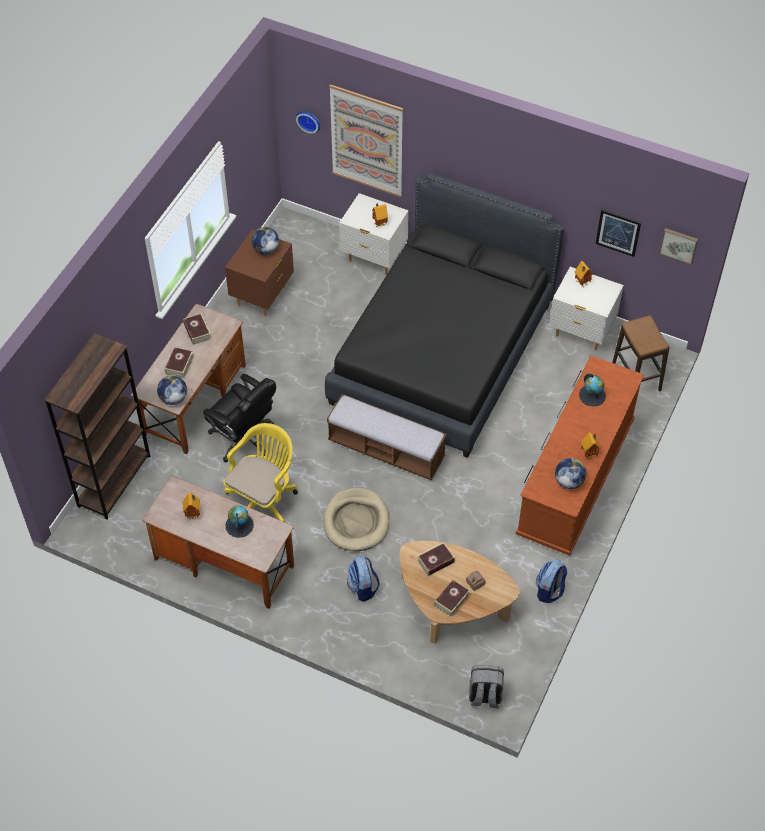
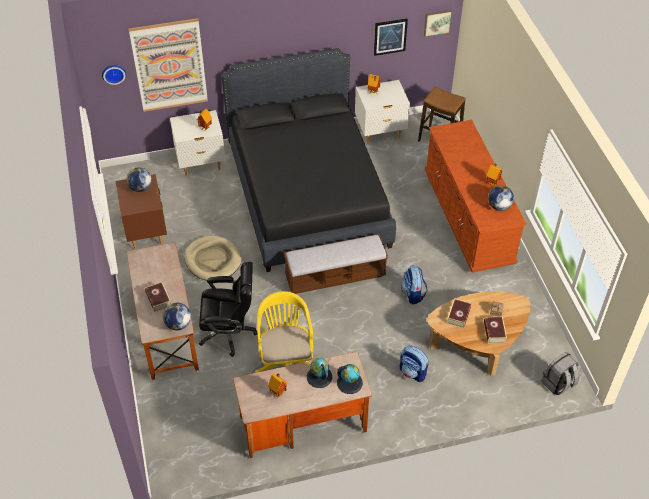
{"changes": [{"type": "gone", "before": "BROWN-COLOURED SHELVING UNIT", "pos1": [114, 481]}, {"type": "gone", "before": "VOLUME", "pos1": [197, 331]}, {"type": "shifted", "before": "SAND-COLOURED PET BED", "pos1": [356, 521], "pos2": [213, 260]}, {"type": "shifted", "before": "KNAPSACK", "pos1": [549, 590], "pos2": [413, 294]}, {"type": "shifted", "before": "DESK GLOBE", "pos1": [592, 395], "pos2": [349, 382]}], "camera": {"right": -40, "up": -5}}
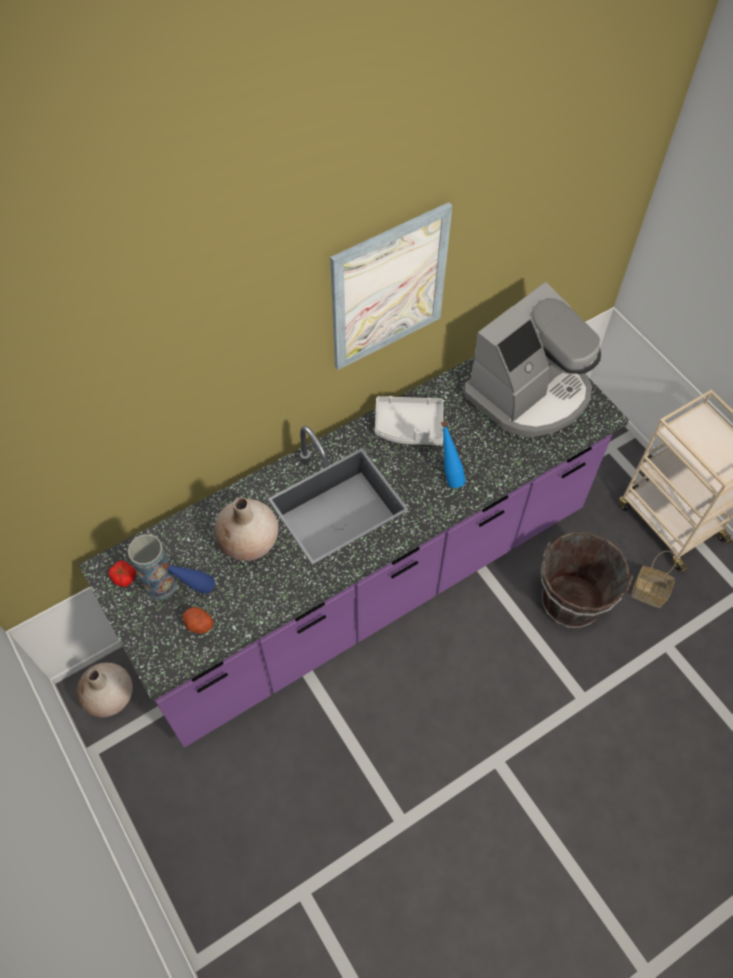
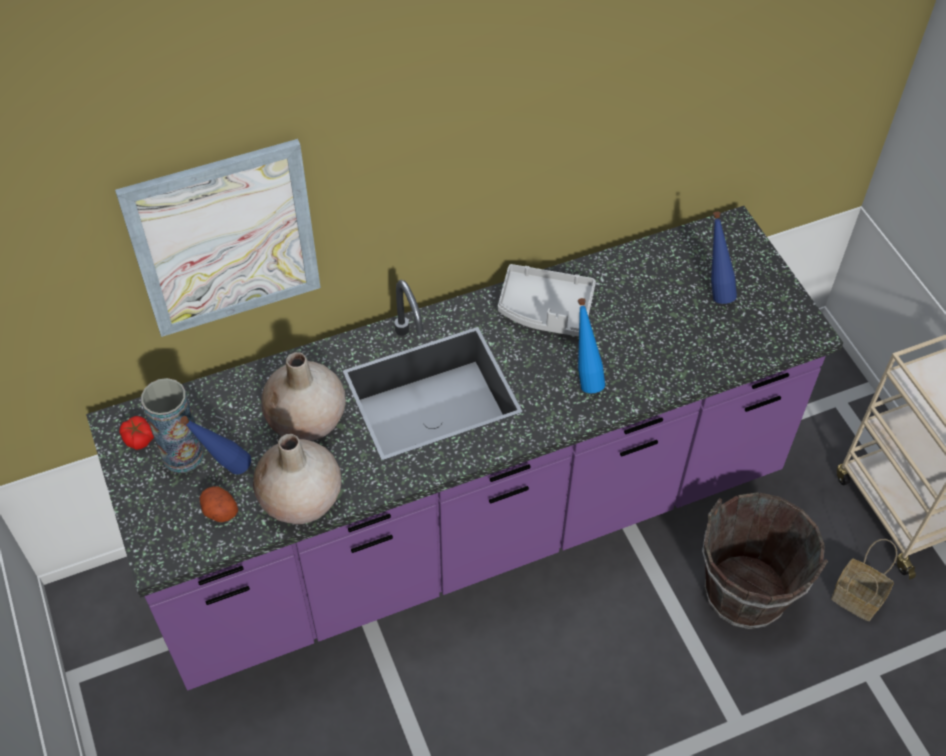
{"changes": [{"type": "shifted", "before": "SAND-COLOURED VASE", "pos1": [110, 696], "pos2": [301, 499]}, {"type": "shifted", "before": "WALL ART", "pos1": [388, 288], "pos2": [225, 240]}, {"type": "swapped", "before": "COFFEE MAKER", "after": "BLUE-COLOURED BOTTLE", "pos1": [529, 393], "pos2": [715, 290]}], "camera": {"right": 10, "up": -5}}
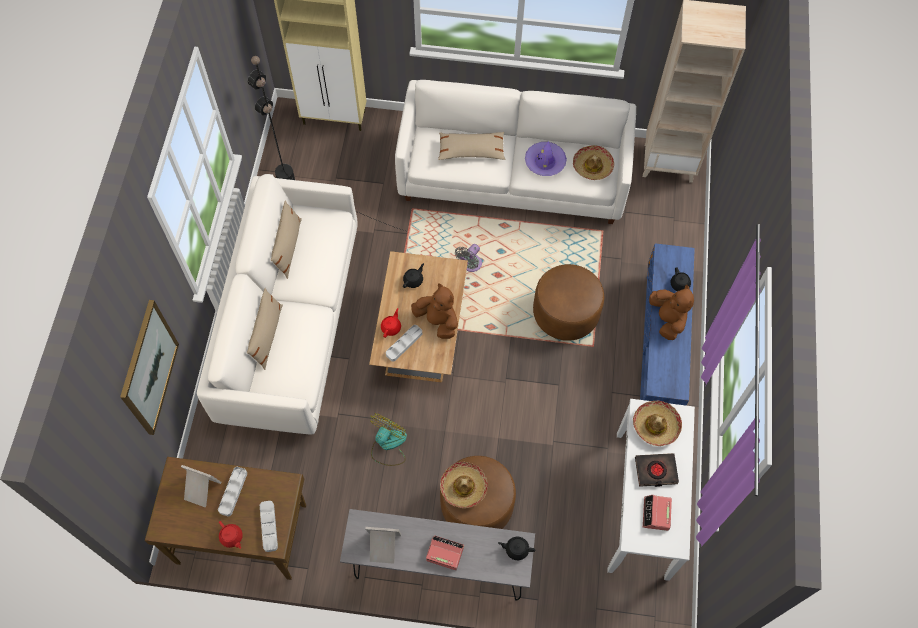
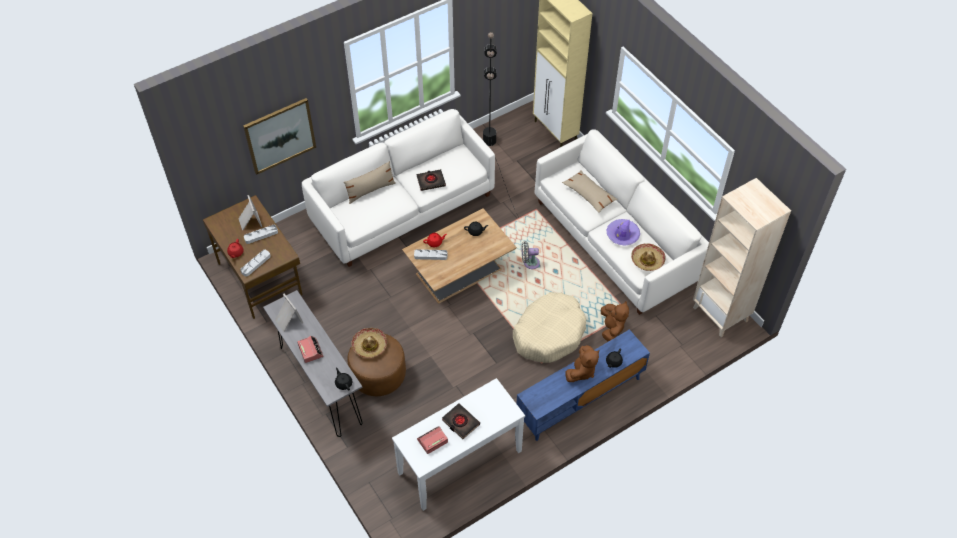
{"changes": [{"type": "gone", "before": "SAND-COLOURED CUSHION", "pos1": [288, 247]}, {"type": "gone", "before": "FAN", "pos1": [388, 445]}, {"type": "shifted", "before": "BROWN-COLOURED PLUSH TOY", "pos1": [437, 321], "pos2": [612, 328]}, {"type": "swapped", "before": "BROWN-COLOURED FOOTREST", "after": "SAND-COLOURED PET BED", "pos1": [566, 313], "pos2": [549, 333]}, {"type": "gone", "before": "HAT", "pos1": [656, 425]}, {"type": "new", "after": "BLACKISH VOLUME", "pos2": [431, 181]}], "camera": {"right": 50, "up": -10}}
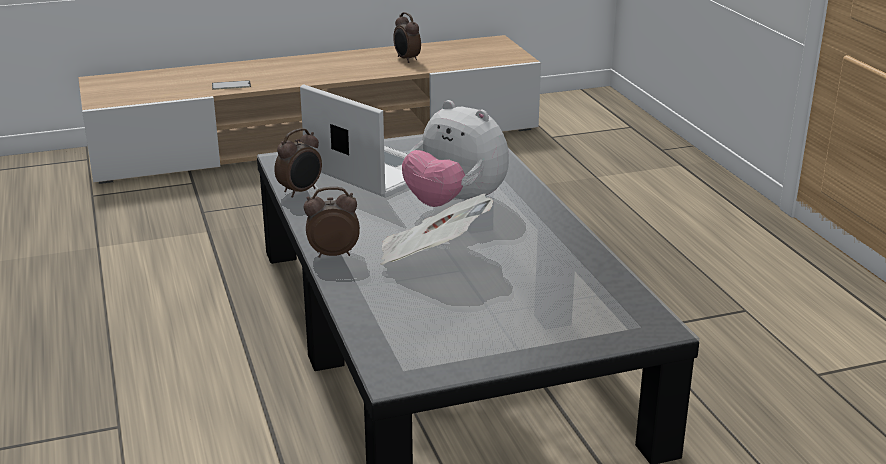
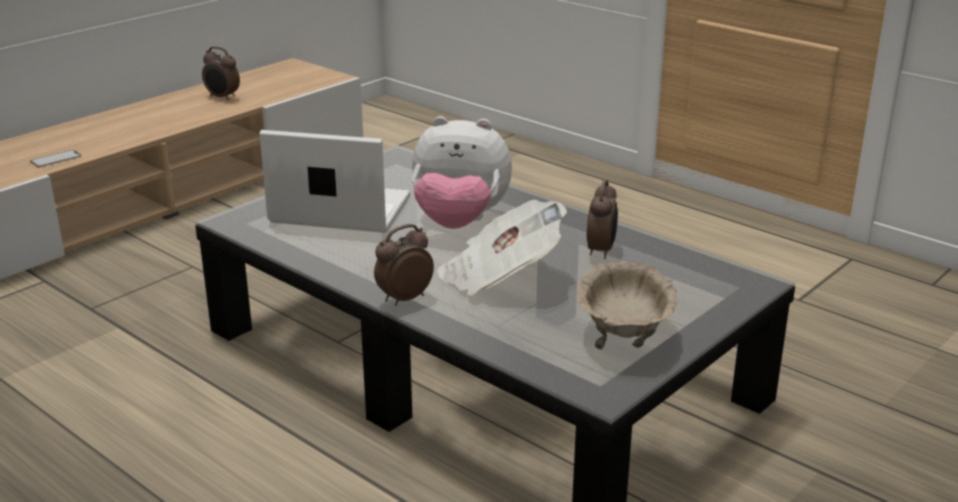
{"changes": [{"type": "shifted", "before": "ALARM CLOCK", "pos1": [301, 191], "pos2": [601, 250]}, {"type": "new", "after": "SAND-COLOURED DEEP DISH", "pos2": [625, 334]}], "camera": {"right": -30, "up": 0}}
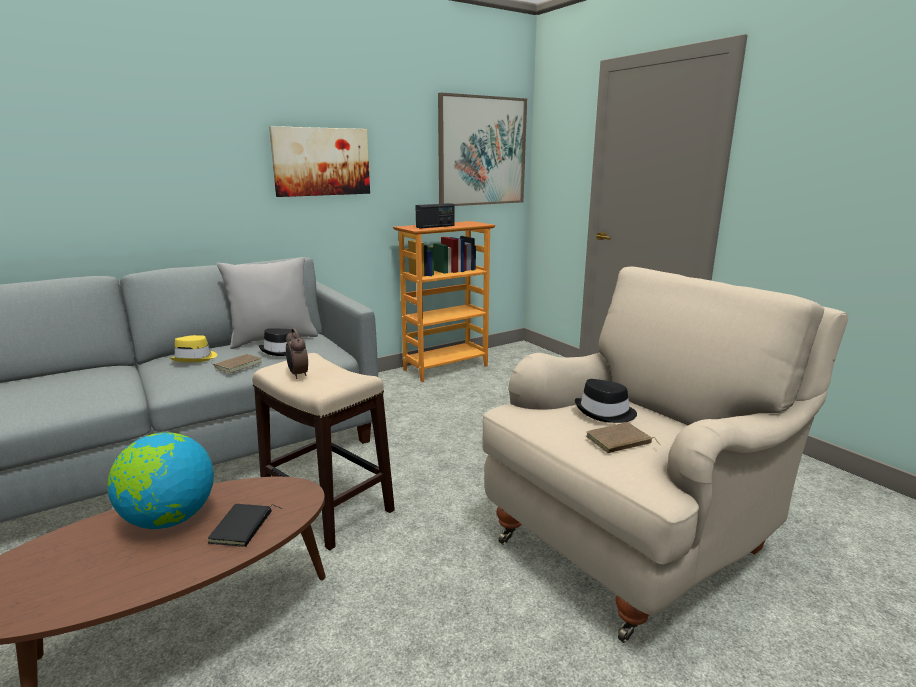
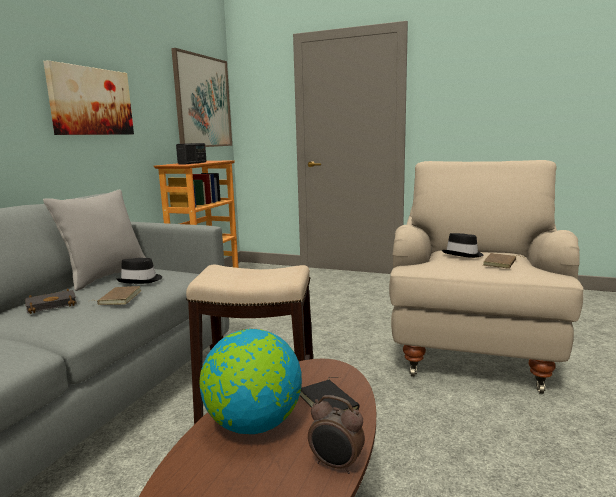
{"changes": [{"type": "swapped", "before": "YELLOW-COLOURED HAT", "after": "BLACKISH VOLUME", "pos1": [195, 358], "pos2": [53, 304]}, {"type": "shifted", "before": "ALARM CLOCK", "pos1": [298, 375], "pos2": [336, 465]}], "camera": {"right": -35, "up": -5}}
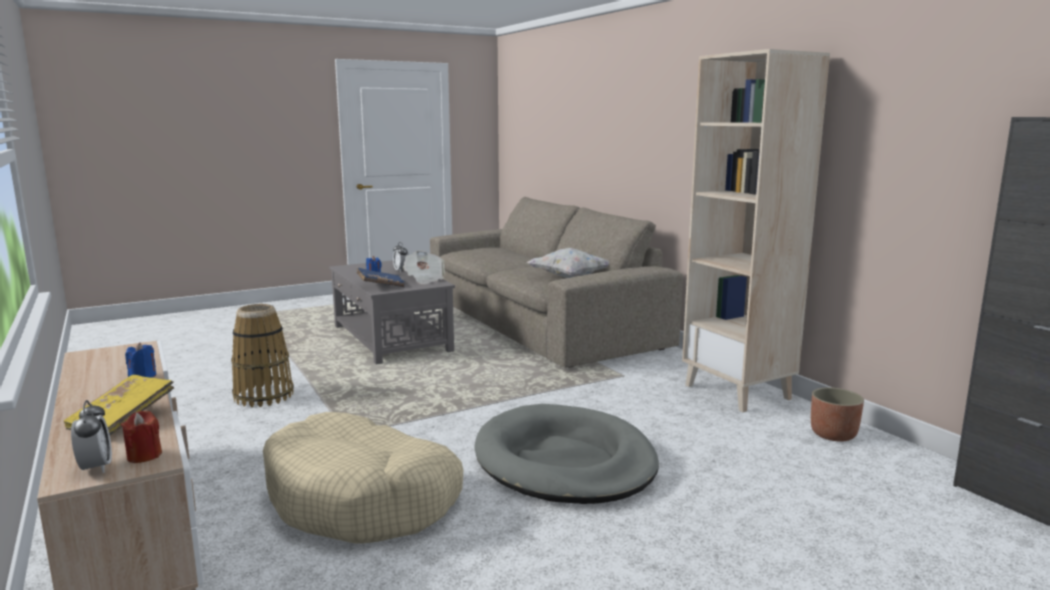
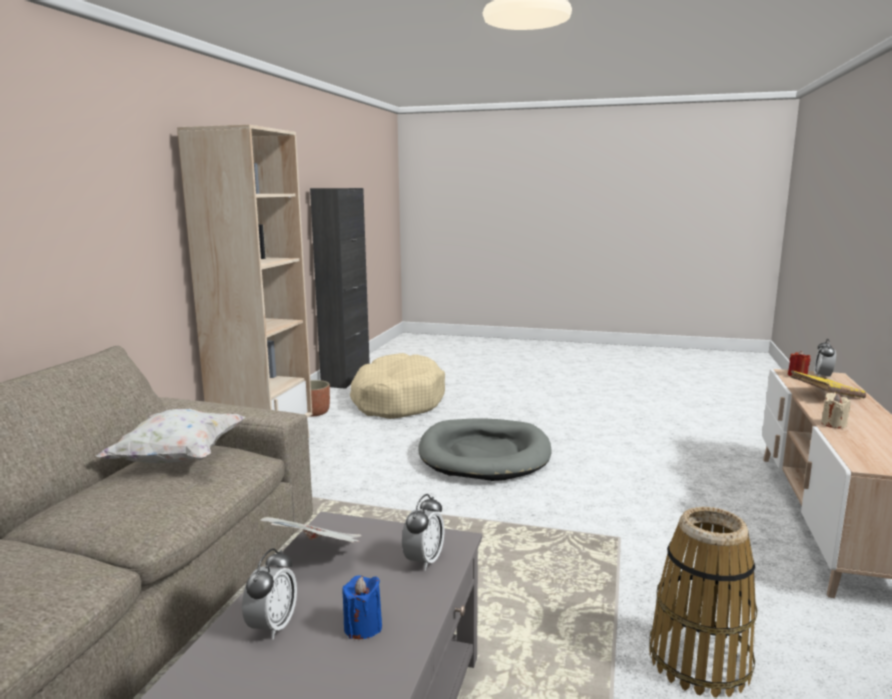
{"changes": [{"type": "repainted", "before": "BLUE-COLOURED CANDLE", "after": "SAND-COLOURED CANDLE", "pos1": [143, 376], "pos2": [833, 424]}, {"type": "shifted", "before": "SAND-COLOURED PET BED", "pos1": [362, 499], "pos2": [397, 401]}, {"type": "swapped", "before": "BLUE-COLOURED VOLUME", "after": "ALARM CLOCK", "pos1": [381, 286], "pos2": [424, 561]}], "camera": {"right": -135, "up": 0}}
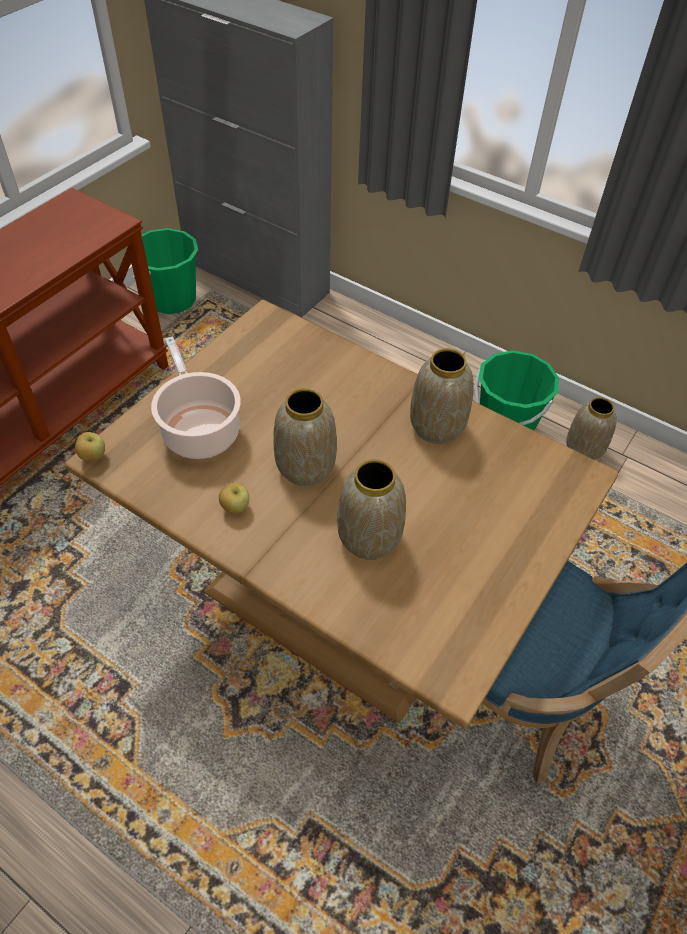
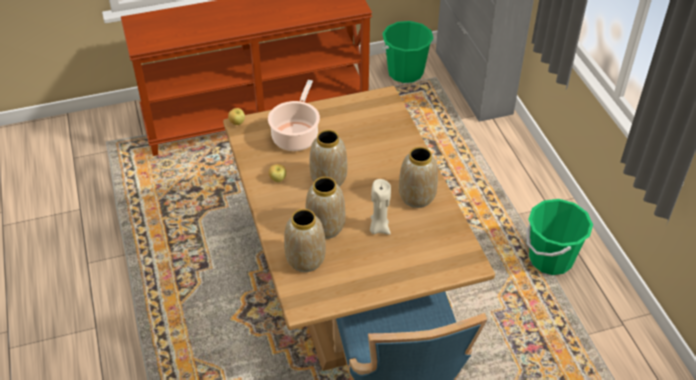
{"changes": [{"type": "shifted", "before": "VASE", "pos1": [583, 450], "pos2": [305, 260]}, {"type": "new", "after": "SAND-COLOURED CANDLE", "pos2": [379, 228]}], "camera": {"right": 40, "up": -5}}
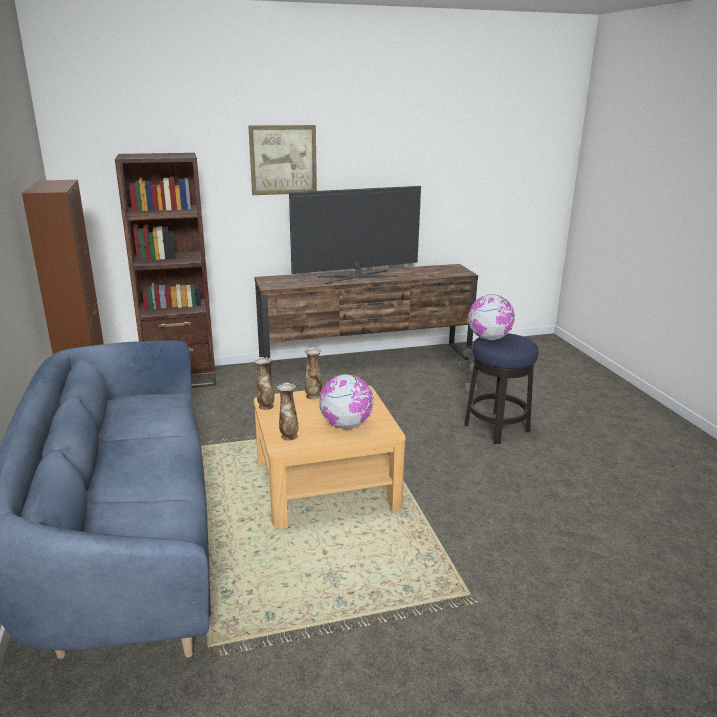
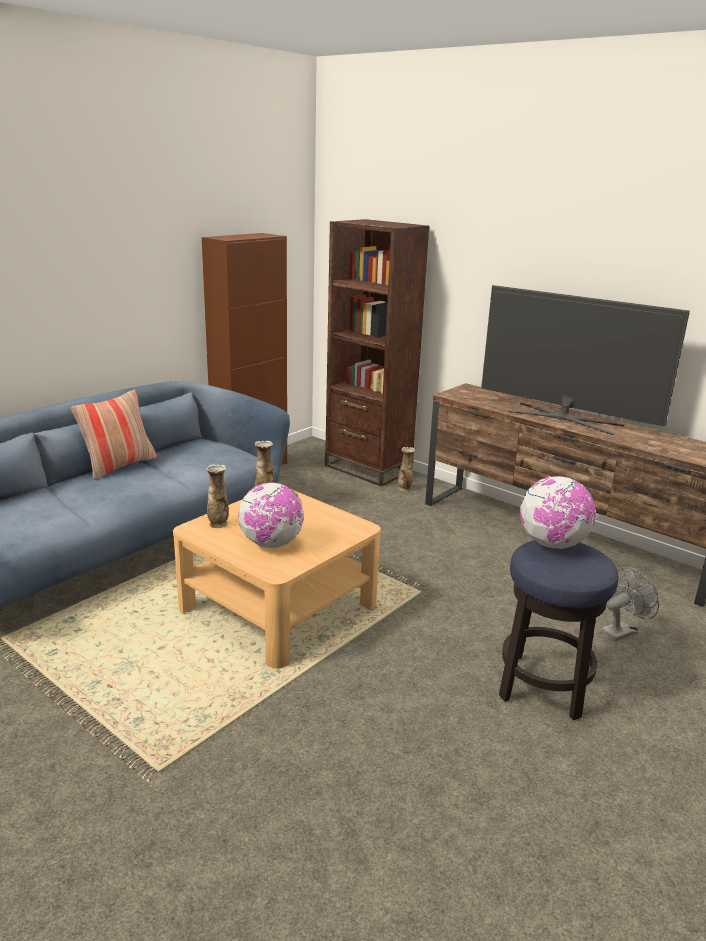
{"changes": [{"type": "gone", "before": "WALL ART", "pos1": [283, 160]}, {"type": "shifted", "before": "VASE", "pos1": [313, 396], "pos2": [405, 489]}, {"type": "new", "after": "CUSHION", "pos2": [119, 465]}], "camera": {"right": 55, "up": 0}}
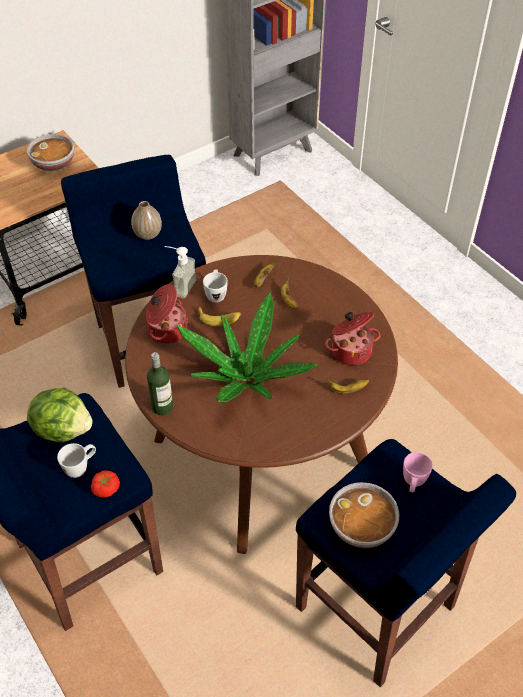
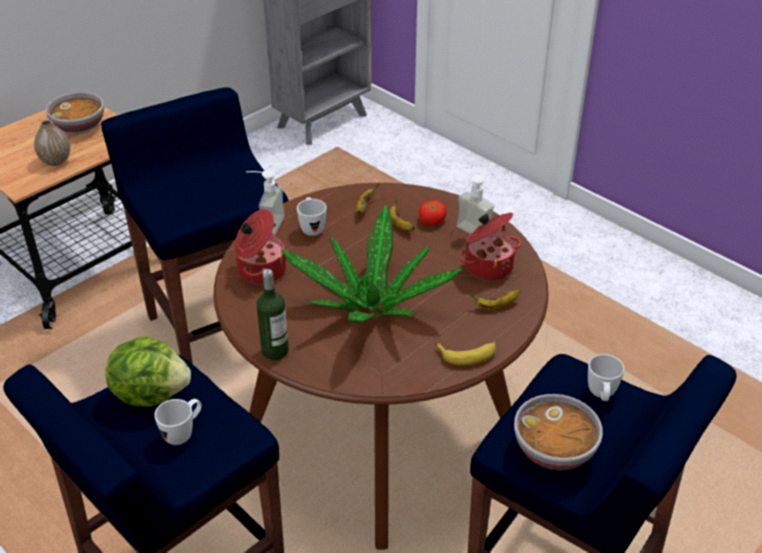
{"changes": [{"type": "shifted", "before": "TOMATO", "pos1": [105, 488], "pos2": [431, 220]}, {"type": "shifted", "before": "VASE", "pos1": [148, 234], "pos2": [56, 161]}, {"type": "shifted", "before": "WHOLE BANANA", "pos1": [219, 318], "pos2": [468, 354]}, {"type": "repainted", "before": "PINKISH MUG", "after": "WHITE-COLOURED MUG", "pos1": [413, 484], "pos2": [601, 396]}, {"type": "new", "after": "LIQUID SOAP BOTTLE", "pos2": [469, 234]}], "camera": {"right": -10, "up": -10}}
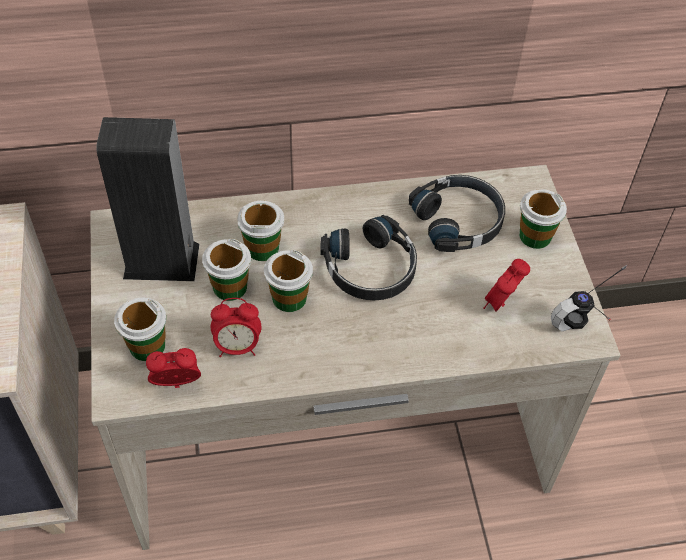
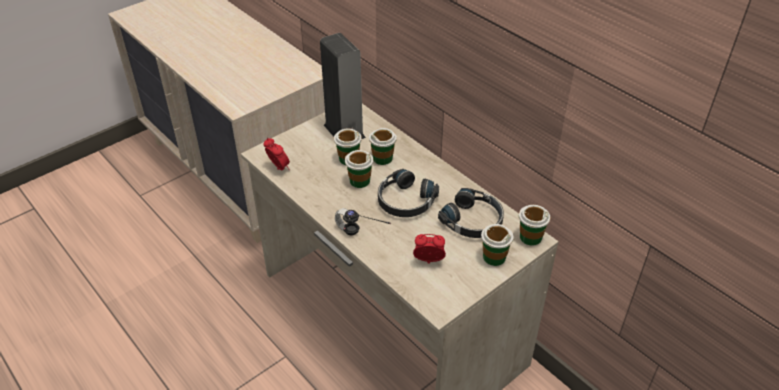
{"changes": [{"type": "shifted", "before": "DRINKING CUP", "pos1": [147, 346], "pos2": [530, 237]}, {"type": "gone", "before": "ALARM CLOCK", "pos1": [237, 347]}, {"type": "shifted", "before": "PAIR OF HEADPHONES", "pos1": [591, 322], "pos2": [357, 239]}], "camera": {"right": 60, "up": -10}}
